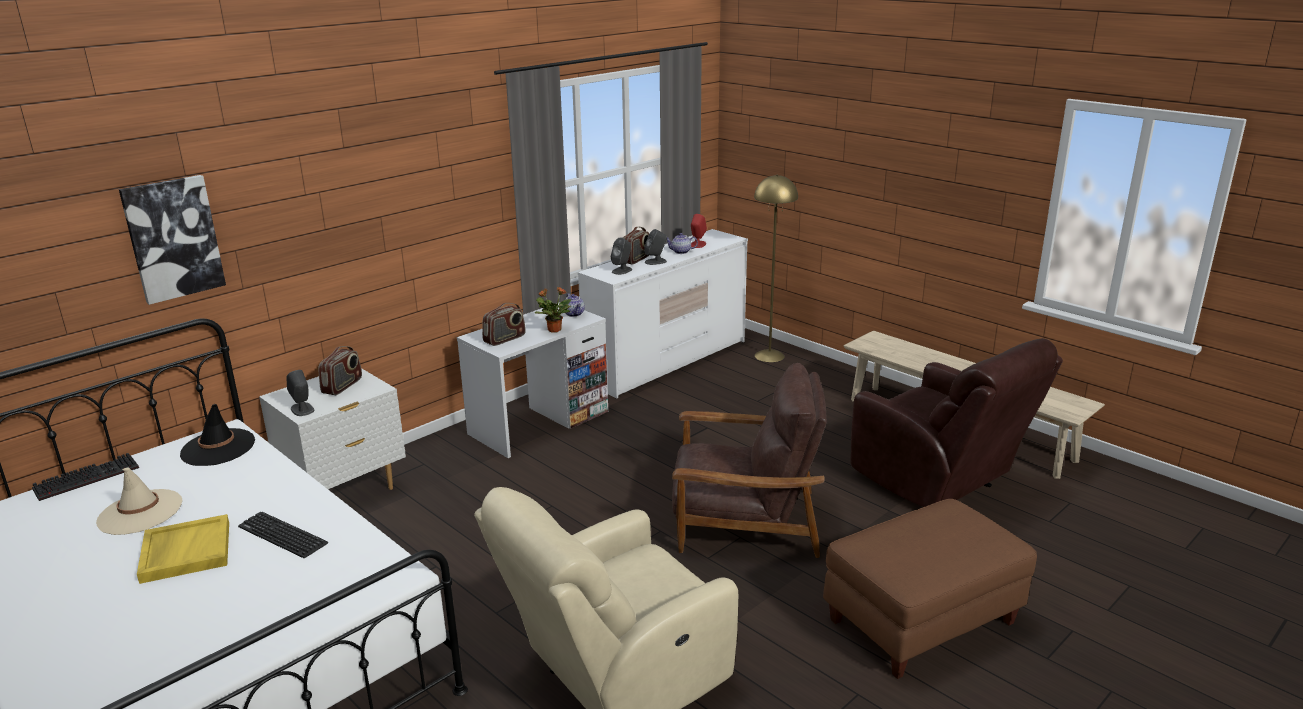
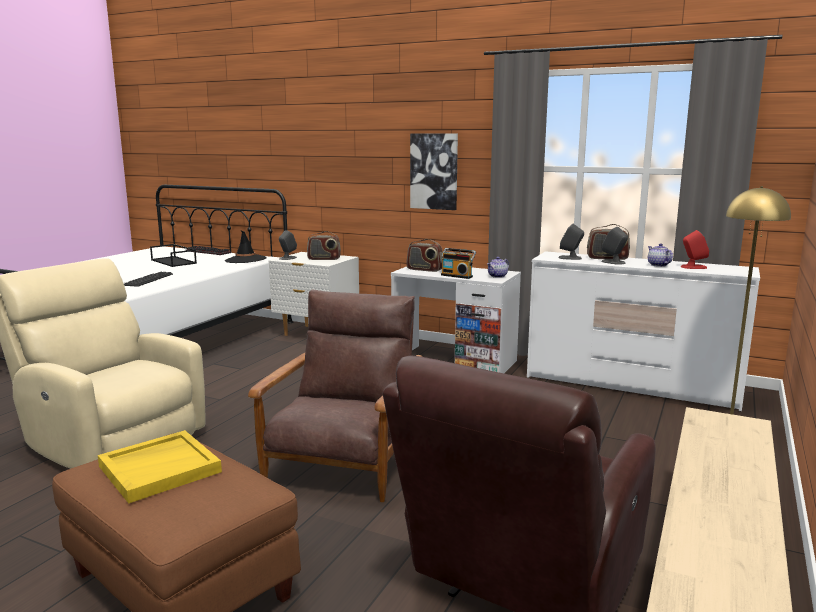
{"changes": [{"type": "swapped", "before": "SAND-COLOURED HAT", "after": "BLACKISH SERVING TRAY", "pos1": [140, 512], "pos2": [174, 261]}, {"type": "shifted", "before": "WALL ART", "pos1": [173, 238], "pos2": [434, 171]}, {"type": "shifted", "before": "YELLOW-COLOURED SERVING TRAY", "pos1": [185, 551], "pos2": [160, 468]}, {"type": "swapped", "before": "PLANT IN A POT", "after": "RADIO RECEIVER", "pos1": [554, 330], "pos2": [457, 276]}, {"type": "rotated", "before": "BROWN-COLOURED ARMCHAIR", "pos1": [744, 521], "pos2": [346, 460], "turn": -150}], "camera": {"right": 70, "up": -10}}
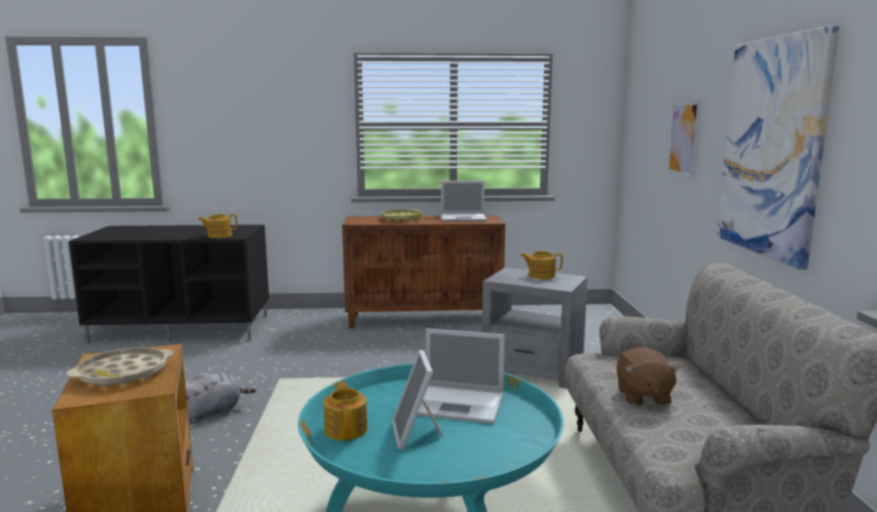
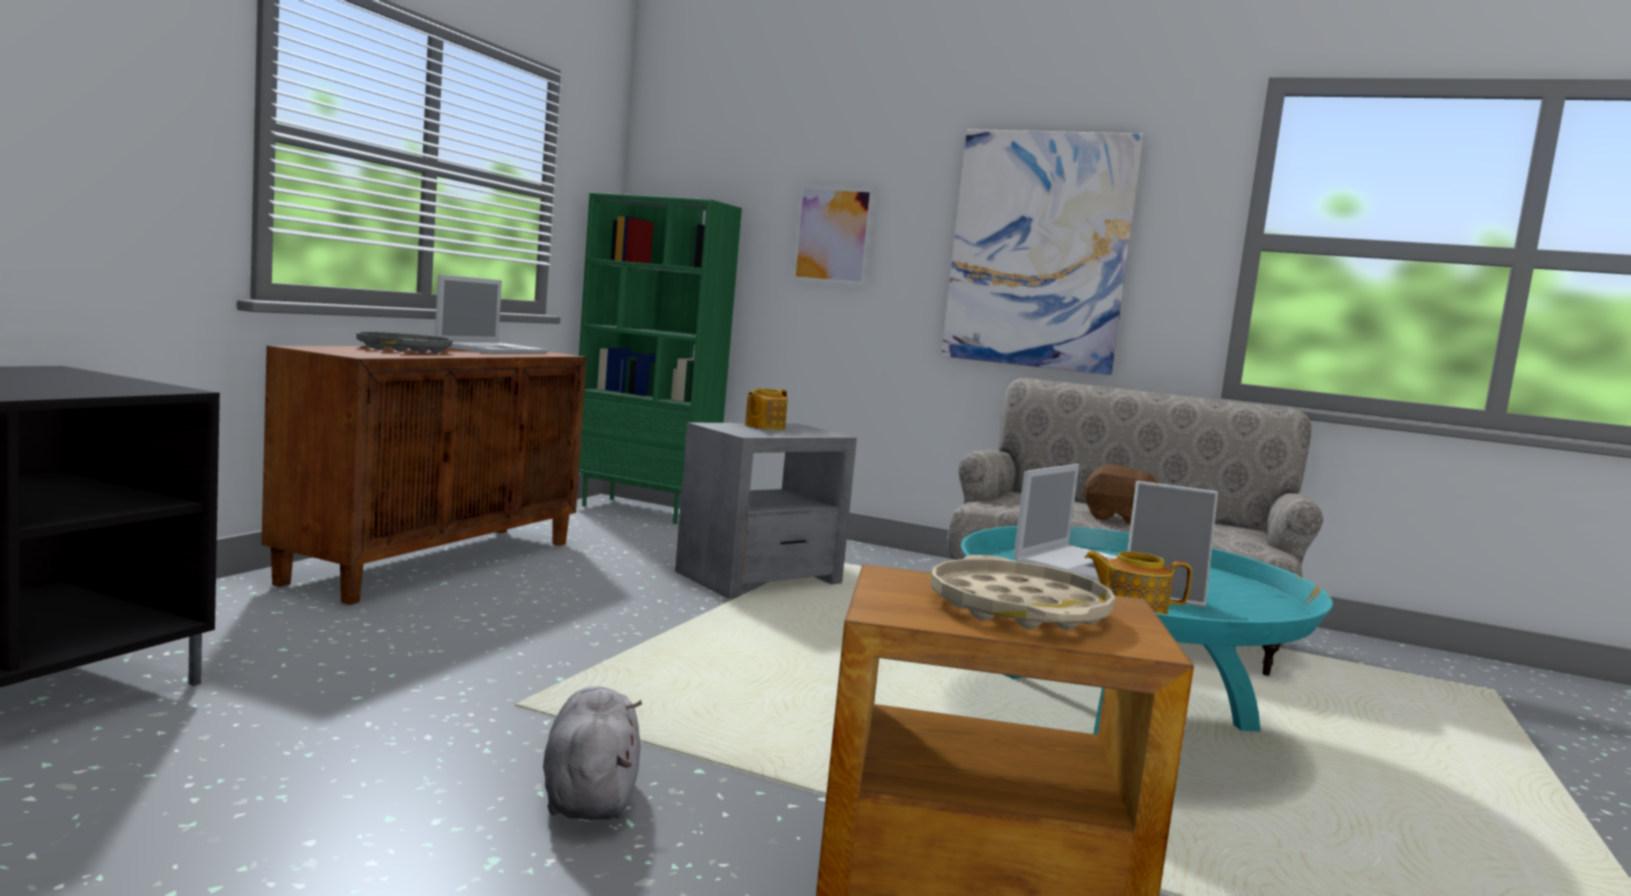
{"changes": [{"type": "gone", "before": "POT FOR TEA", "pos1": [219, 236]}, {"type": "repainted", "before": "YELLOW-COLOURED SERVING TRAY", "after": "GRAY SERVING TRAY", "pos1": [402, 219], "pos2": [404, 350]}, {"type": "new", "after": "GREENISH SHELVING UNIT", "pos2": [643, 511]}], "camera": {"right": -65, "up": -5}}
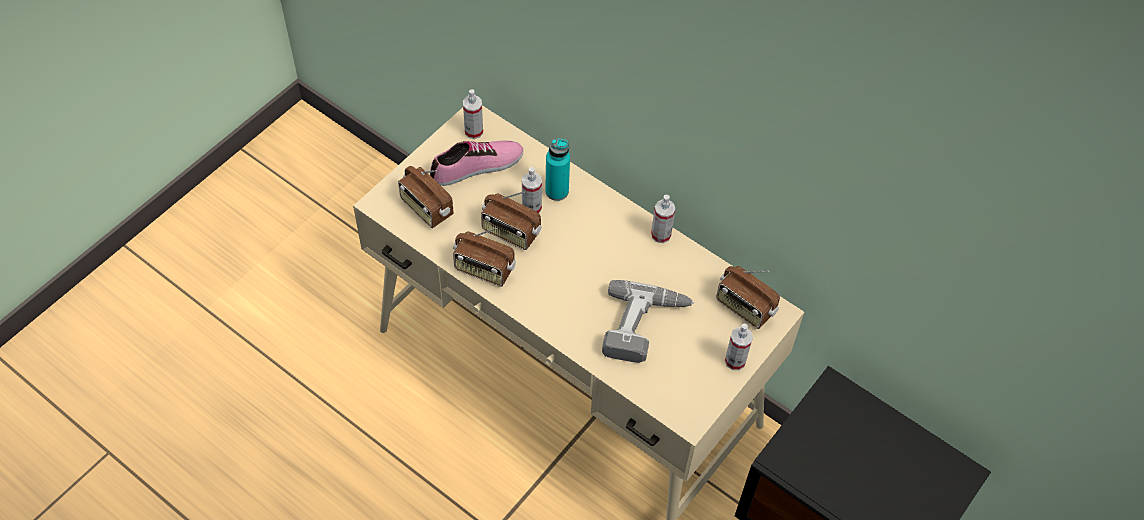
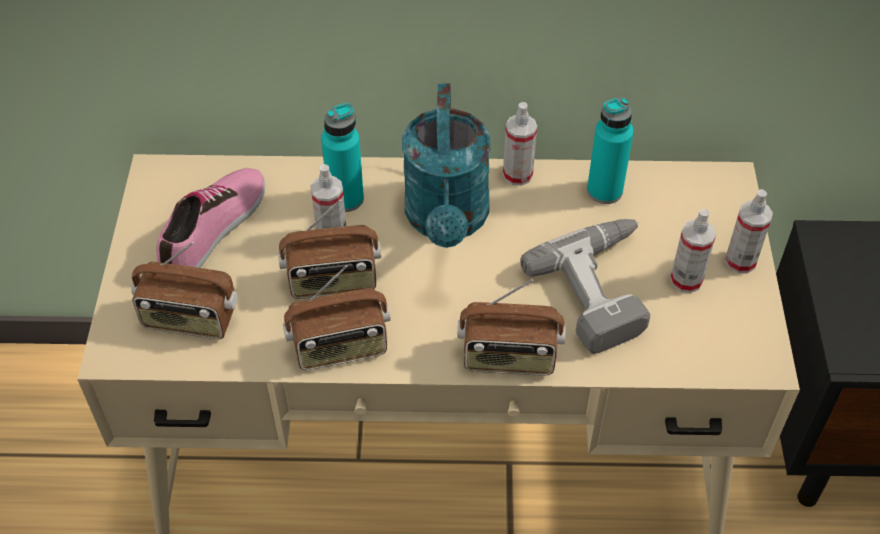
{"changes": [{"type": "shifted", "before": "SPRAY BOTTLE", "pos1": [474, 131], "pos2": [686, 280]}, {"type": "shifted", "before": "RADIO RECEIVER", "pos1": [744, 308], "pos2": [509, 358]}, {"type": "new", "after": "TURQUOISE SPRINKLING CAN", "pos2": [447, 221]}, {"type": "new", "after": "TURQUOISE BOTTLE", "pos2": [604, 191]}], "camera": {"right": -35, "up": -5}}
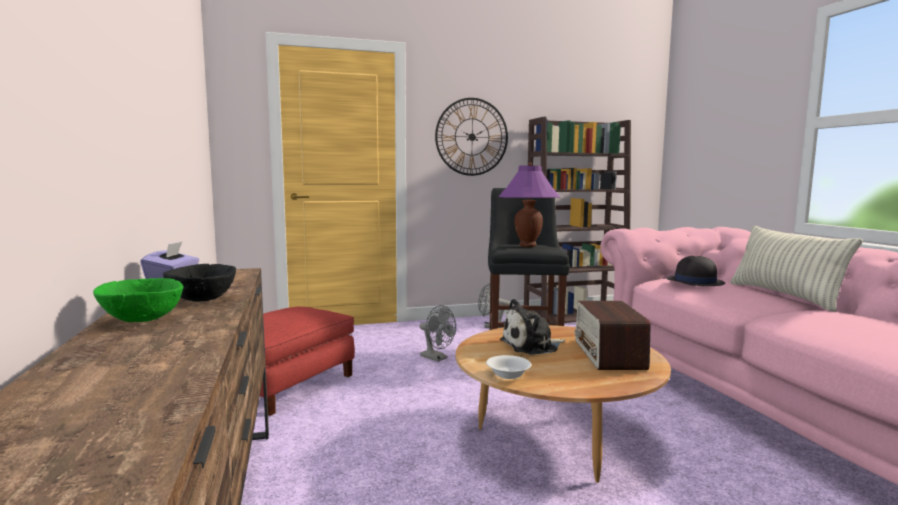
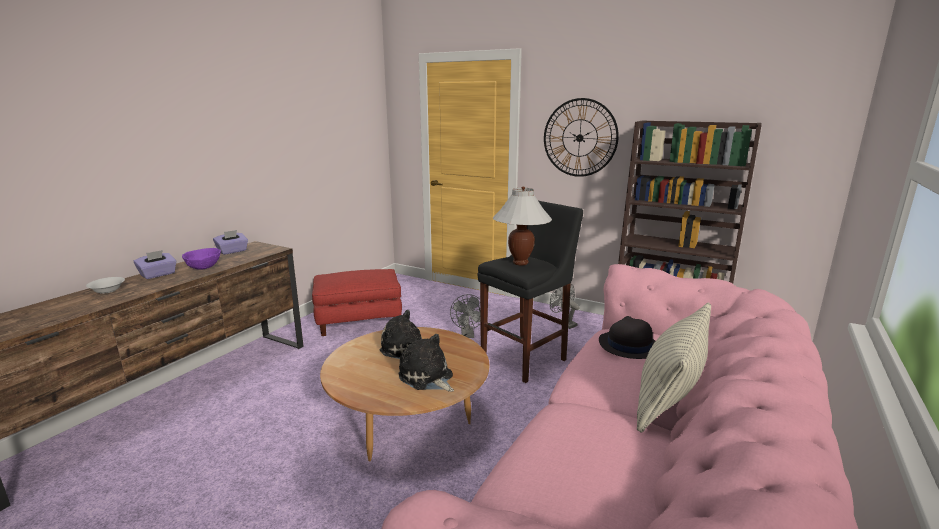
{"changes": [{"type": "swapped", "before": "GREENISH DEEP DISH", "after": "PURPLE TISSUE HOLDER", "pos1": [142, 319], "pos2": [158, 274]}, {"type": "repainted", "before": "BLACKISH DEEP DISH", "after": "PURPLE DEEP DISH", "pos1": [203, 299], "pos2": [204, 268]}, {"type": "shifted", "before": "WHITE-COLOURED DEEP DISH", "pos1": [508, 374], "pos2": [108, 290]}, {"type": "repainted", "before": "PURPLE TABLETOP LAMP", "after": "WHITE-COLOURED TABLETOP LAMP", "pos1": [527, 246], "pos2": [520, 263]}, {"type": "swapped", "before": "RADIO RECEIVER", "after": "PLUSH TOY", "pos1": [609, 355], "pos2": [427, 378]}], "camera": {"right": 45, "up": 10}}
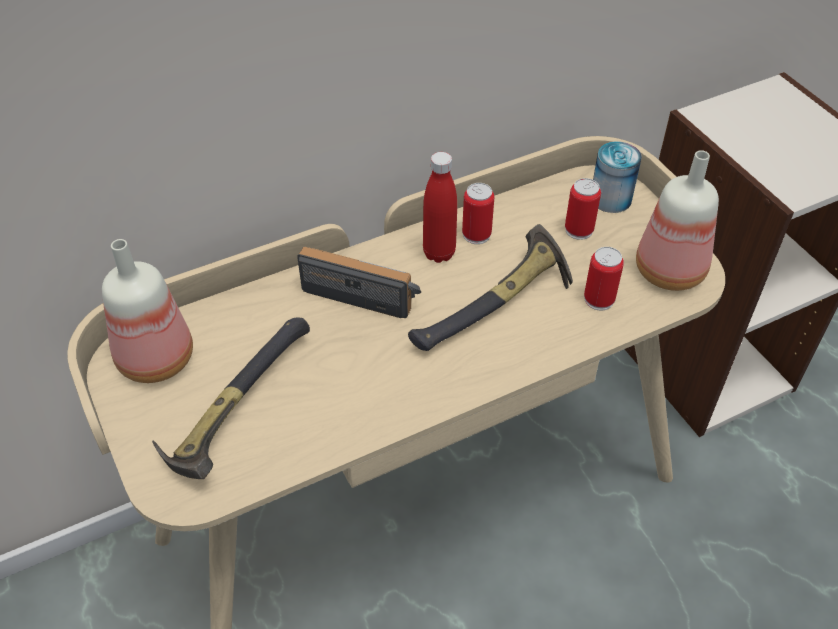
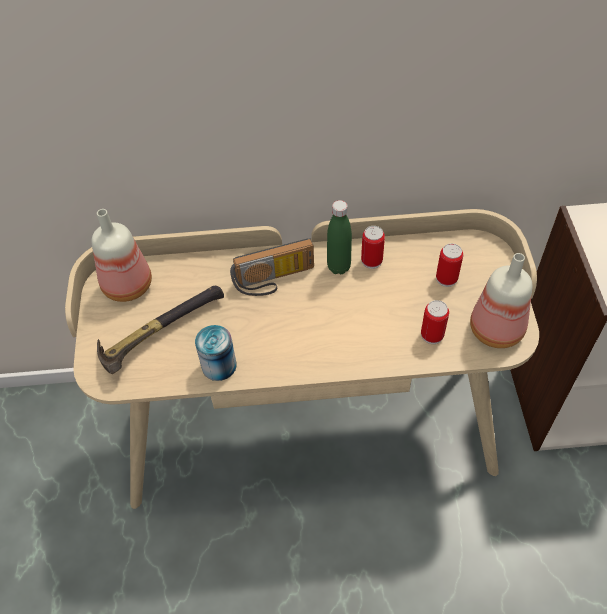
{"changes": [{"type": "rotated", "before": "RADIO RECEIVER", "pos1": [364, 293], "pos2": [275, 280], "turn": 120}, {"type": "gone", "before": "HAMMER", "pos1": [498, 307]}, {"type": "repainted", "before": "RED-COLOURED BOTTLE", "after": "GREENISH BOTTLE", "pos1": [439, 253], "pos2": [338, 267]}, {"type": "shifted", "before": "CAN", "pos1": [610, 198], "pos2": [219, 365]}], "camera": {"right": 25, "up": 5}}
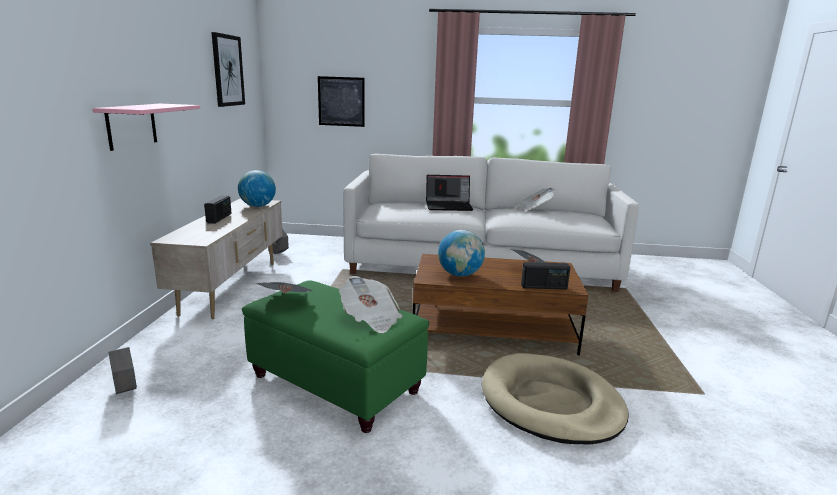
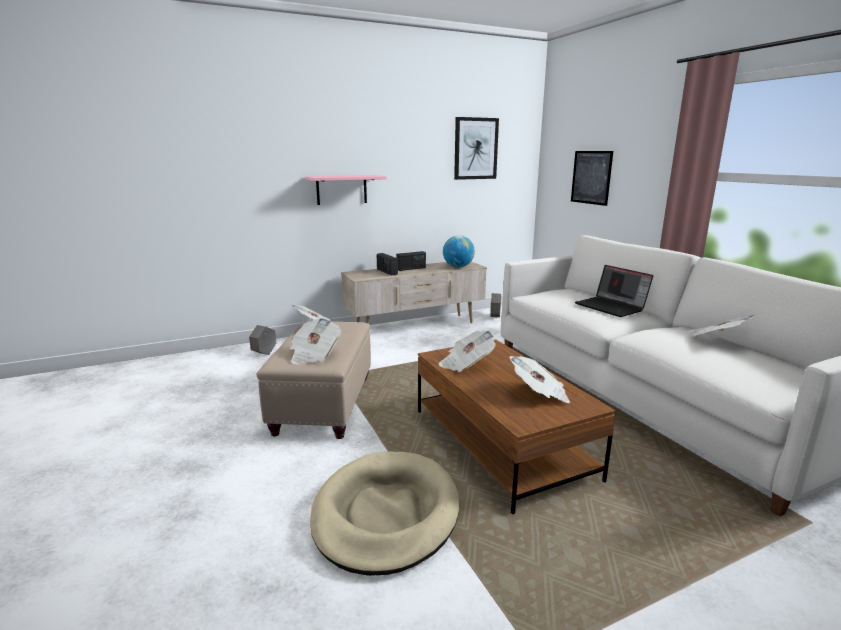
{"changes": [{"type": "repainted", "before": "GREENISH FOOTREST", "after": "SAND-COLOURED FOOTREST", "pos1": [334, 383], "pos2": [324, 403]}, {"type": "swapped", "before": "DESK GLOBE", "after": "NEWSPAPER", "pos1": [460, 275], "pos2": [466, 364]}, {"type": "shifted", "before": "RADIO RECEIVER", "pos1": [544, 287], "pos2": [386, 272]}], "camera": {"right": 60, "up": 0}}
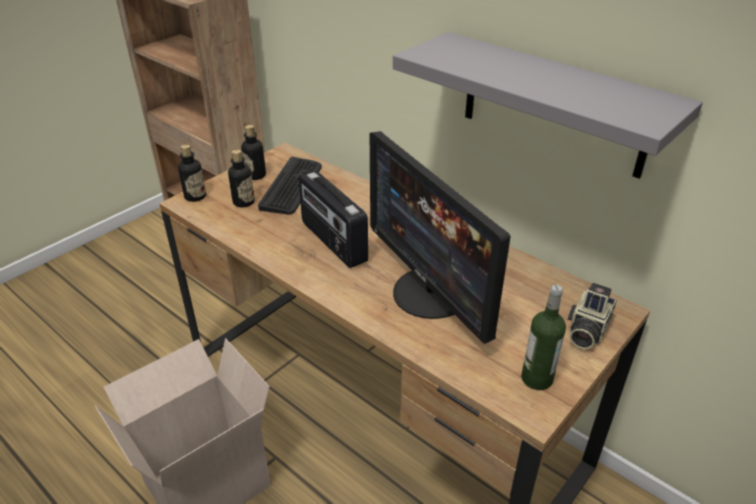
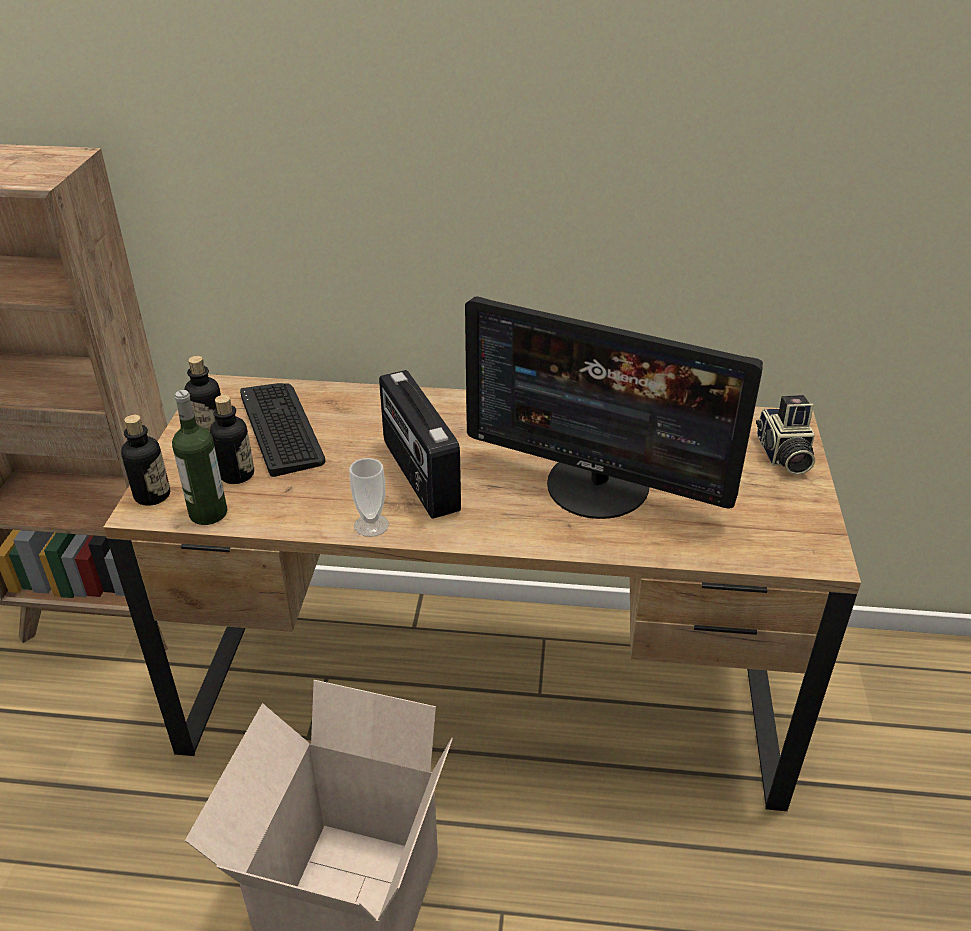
{"changes": [{"type": "rotated", "before": "RADIO RECEIVER", "pos1": [332, 242], "pos2": [419, 476], "turn": 45}, {"type": "gone", "before": "GRAY WALL SHELF", "pos1": [553, 105]}, {"type": "shifted", "before": "BOTTLE", "pos1": [536, 378], "pos2": [208, 513]}, {"type": "new", "after": "DRINKING CUP", "pos2": [371, 525]}], "camera": {"right": -35, "up": 0}}
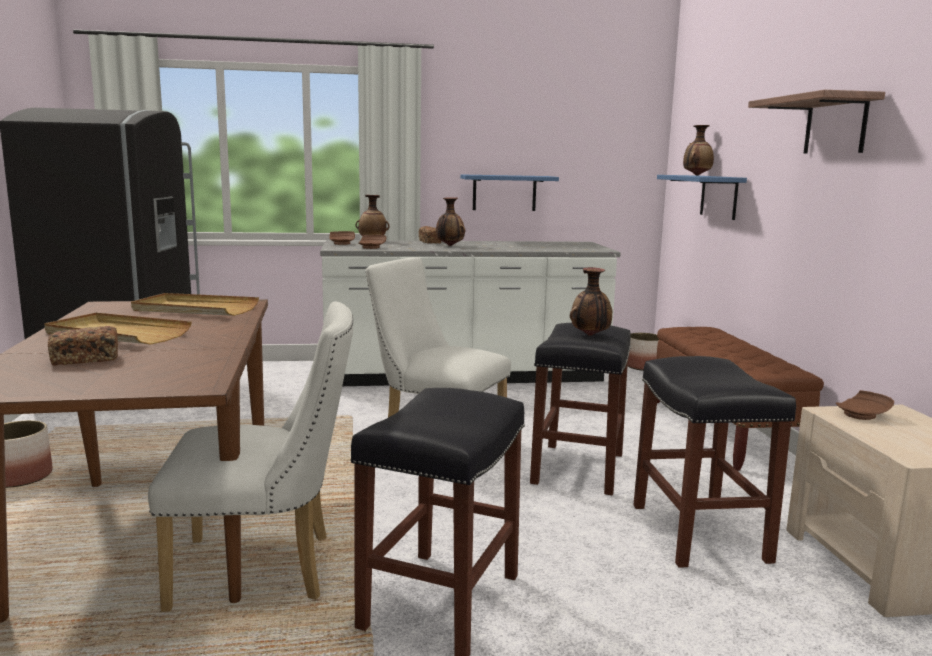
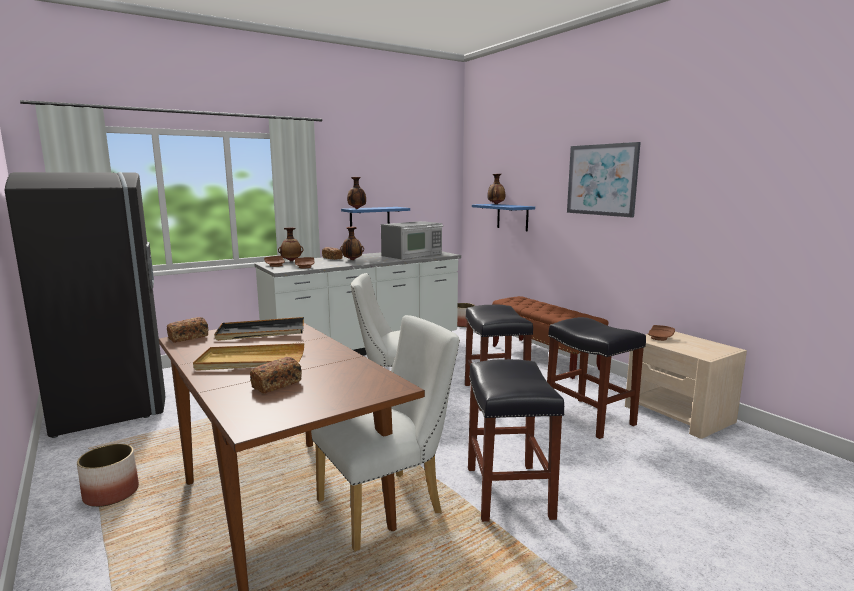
{"changes": [{"type": "repainted", "before": "SAND-COLOURED SERVING TRAY", "after": "BLACKISH SERVING TRAY", "pos1": [195, 309], "pos2": [261, 332]}, {"type": "shifted", "before": "VASE", "pos1": [590, 335], "pos2": [357, 208]}, {"type": "swapped", "before": "WALL SHELF", "after": "WALL ART", "pos1": [835, 125], "pos2": [601, 180]}, {"type": "new", "after": "BAKED BREAD", "pos2": [188, 337]}, {"type": "new", "after": "KITCHEN MICROWAVE", "pos2": [413, 255]}], "camera": {"right": -25, "up": 0}}
